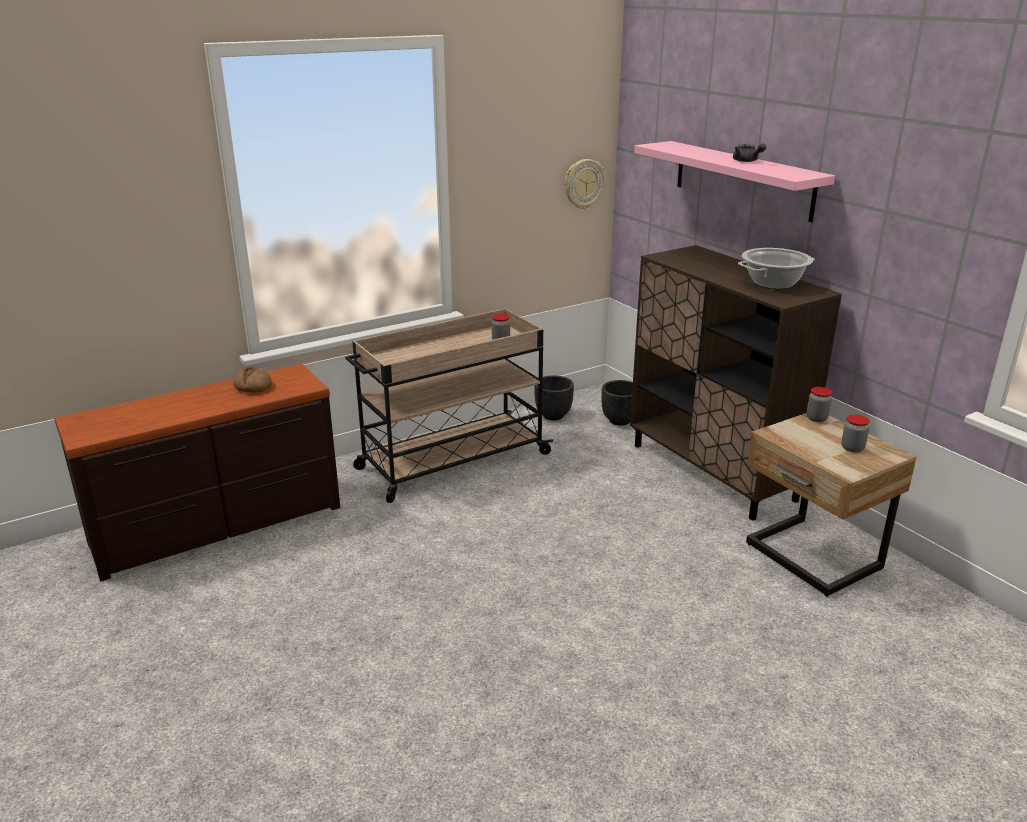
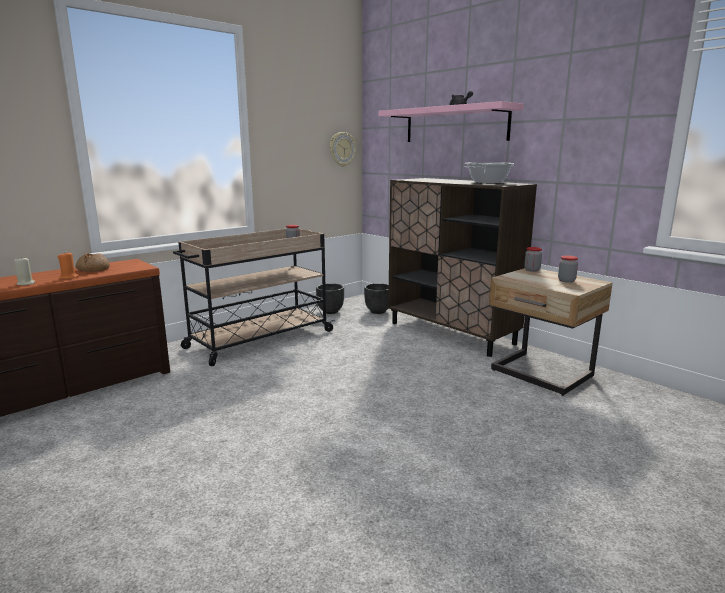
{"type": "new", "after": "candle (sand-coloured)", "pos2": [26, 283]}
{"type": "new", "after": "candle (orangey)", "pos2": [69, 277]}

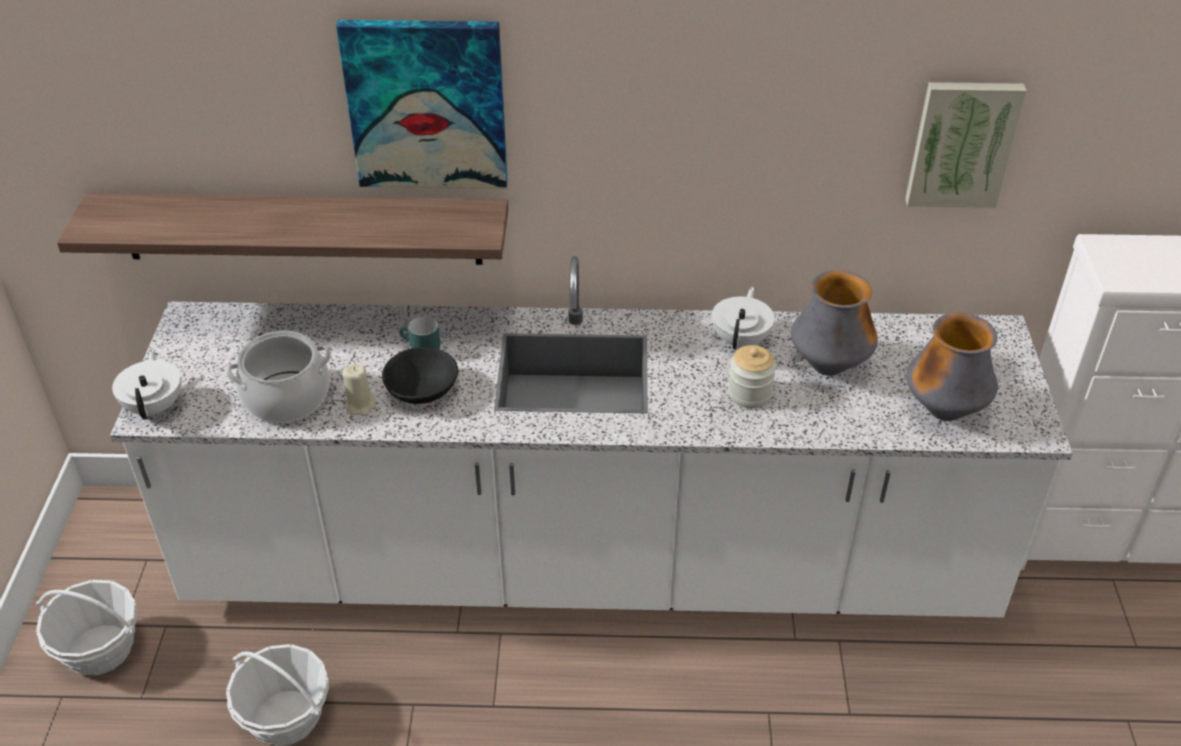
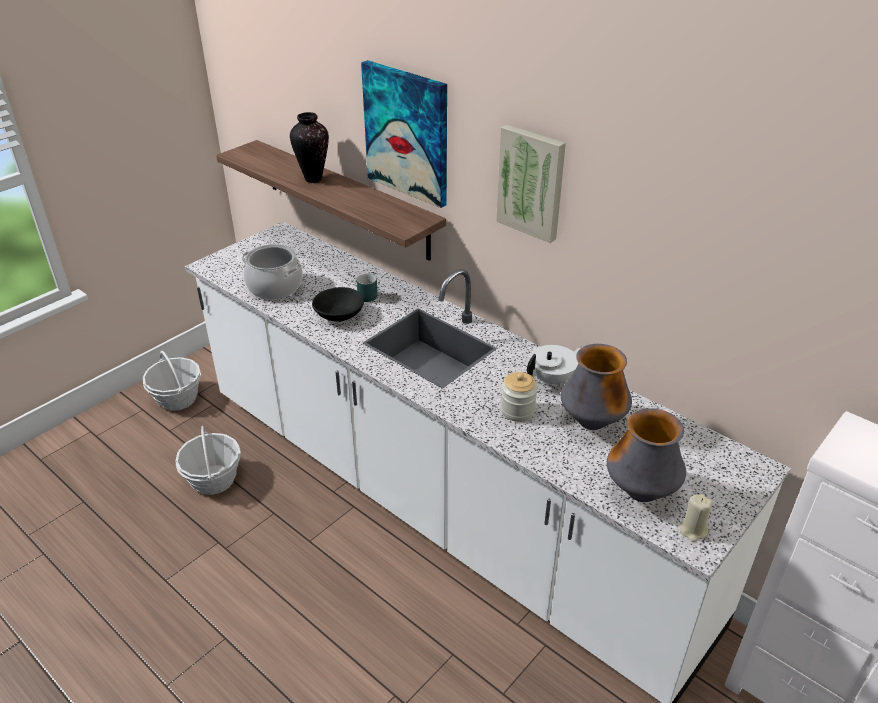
{"type": "gone", "before": "teapot (white-coloured)", "pos1": [155, 406]}
{"type": "shifted", "before": "candle (sand-coloured)", "pos1": [360, 405], "pos2": [693, 530]}
{"type": "shifted", "before": "picture", "pos1": [962, 143], "pos2": [532, 182]}
{"type": "new", "after": "decorative vase", "pos2": [313, 178]}

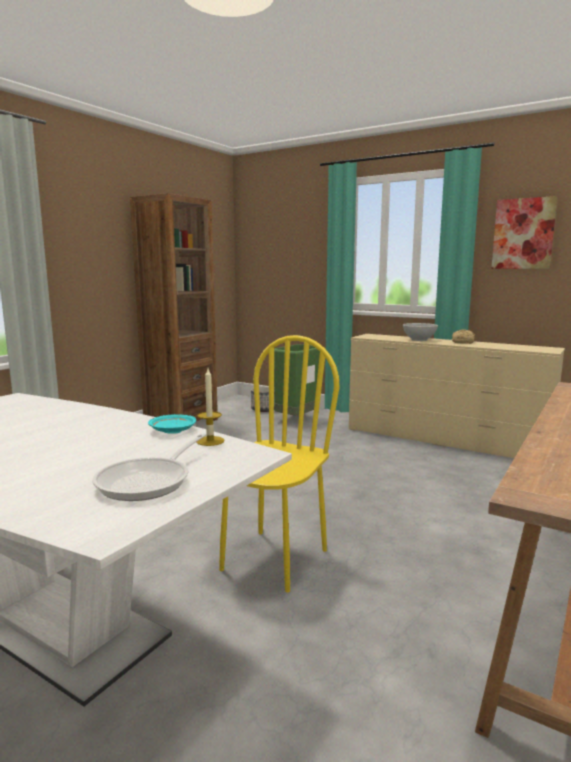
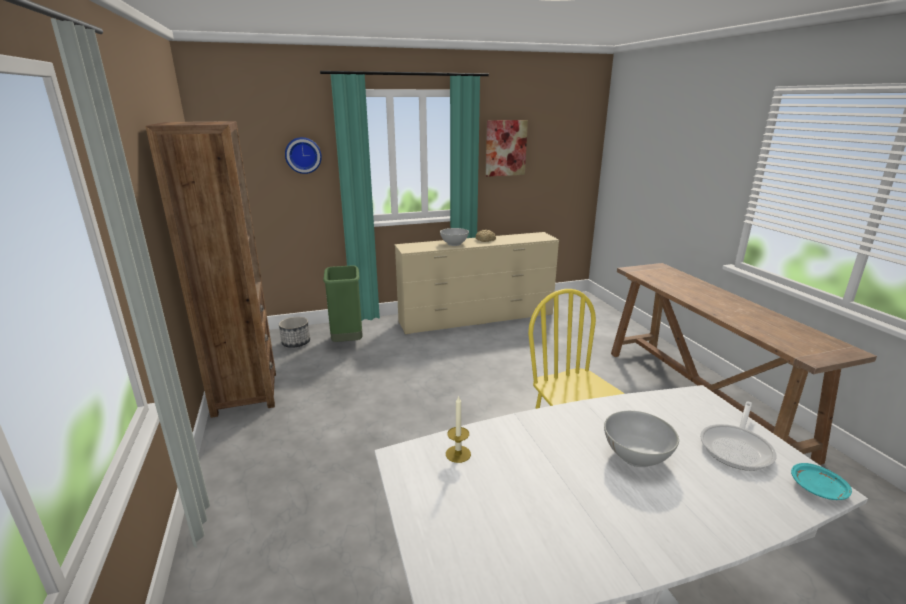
{"type": "rotated", "before": "pan", "pos1": [149, 481], "pos2": [737, 447], "turn": 60}
{"type": "shifted", "before": "flat dish (turquoise)", "pos1": [172, 430], "pos2": [818, 489]}
{"type": "shifted", "before": "candle", "pos1": [210, 441], "pos2": [458, 454]}
{"type": "new", "after": "hanging clock", "pos2": [303, 155]}
{"type": "new", "after": "serving bowl (white-coloured)", "pos2": [636, 456]}

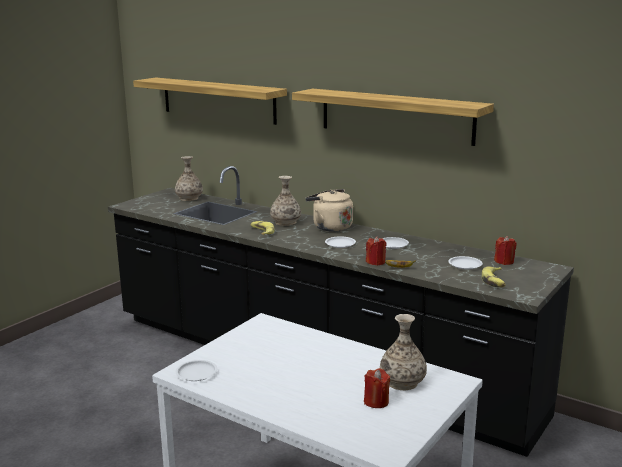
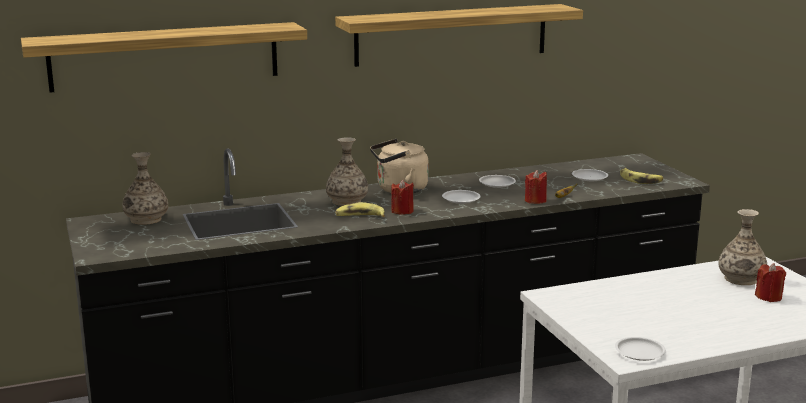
{"type": "shifted", "before": "candle (red)", "pos1": [504, 261], "pos2": [402, 211]}

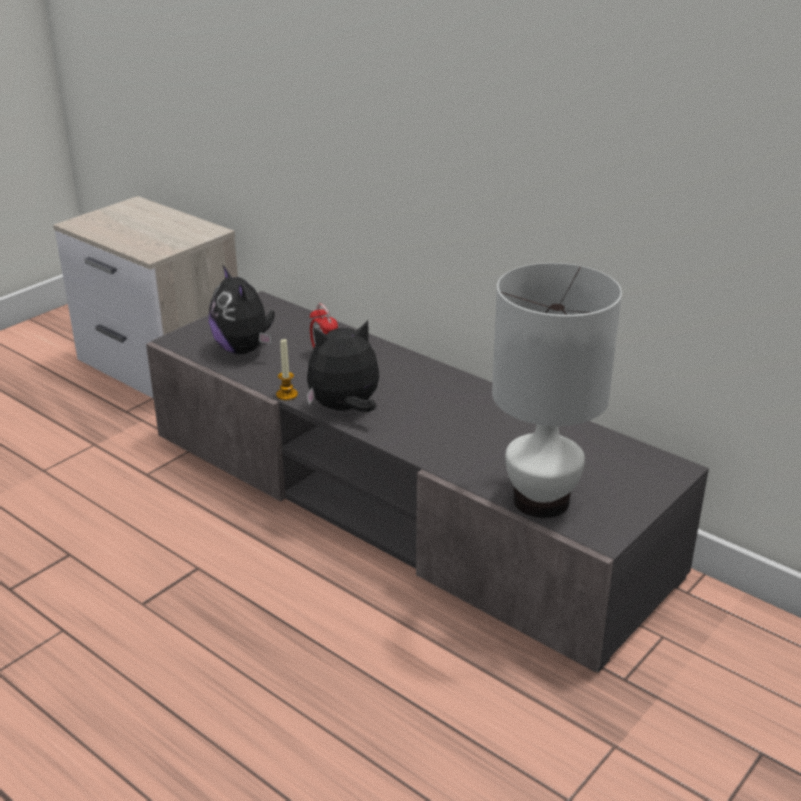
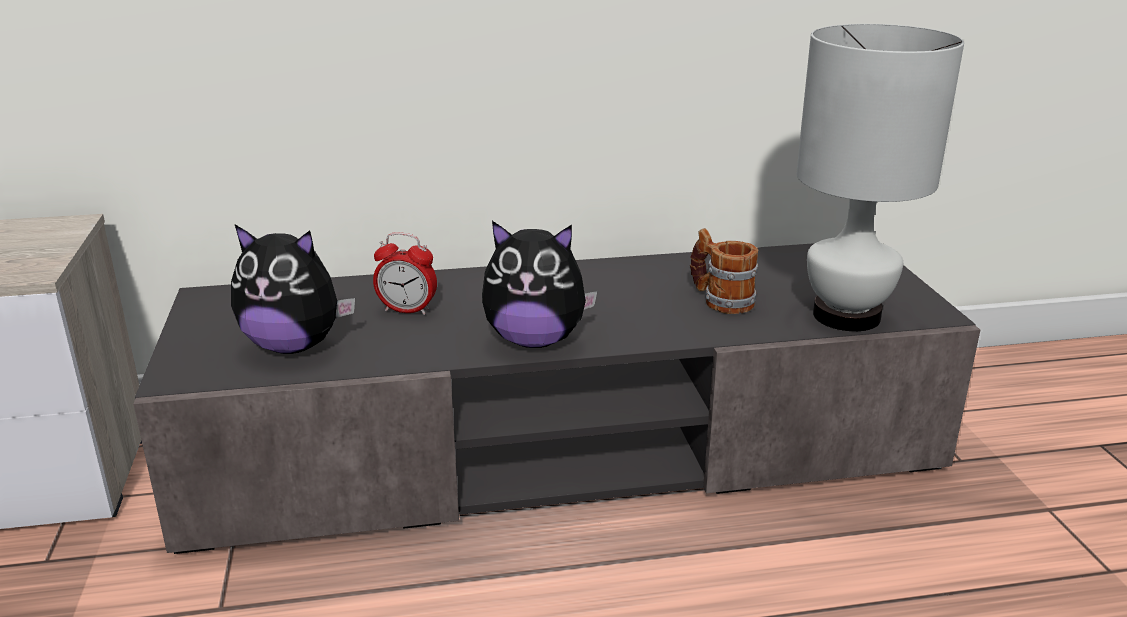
{"type": "gone", "before": "candle", "pos1": [287, 395]}
{"type": "rotated", "before": "plush toy", "pos1": [345, 409], "pos2": [535, 340], "turn": -105}
{"type": "new", "after": "coffee mug", "pos2": [720, 300]}

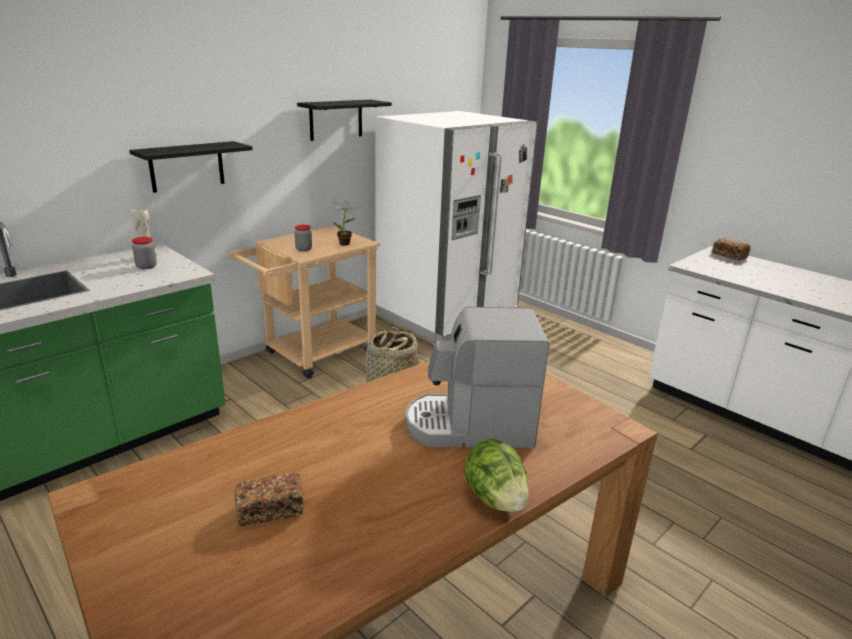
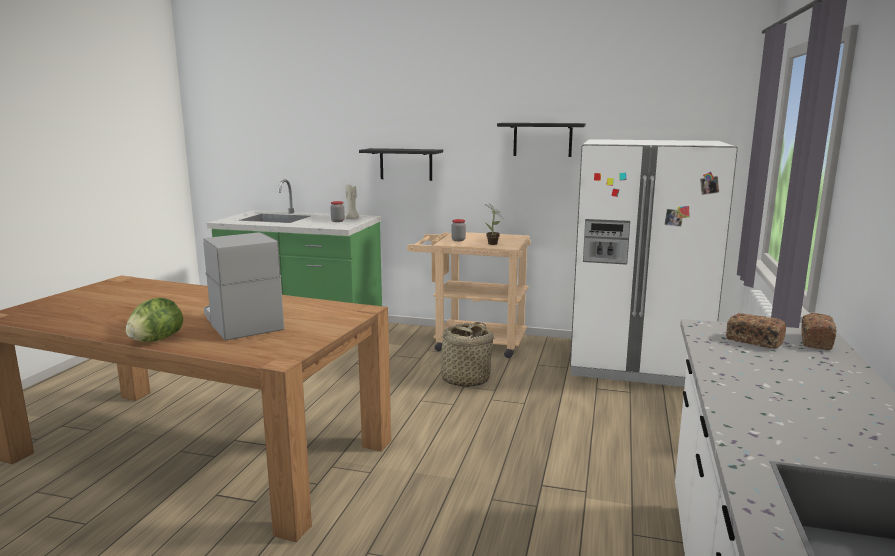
{"type": "shifted", "before": "bakery bread", "pos1": [270, 510], "pos2": [754, 341]}

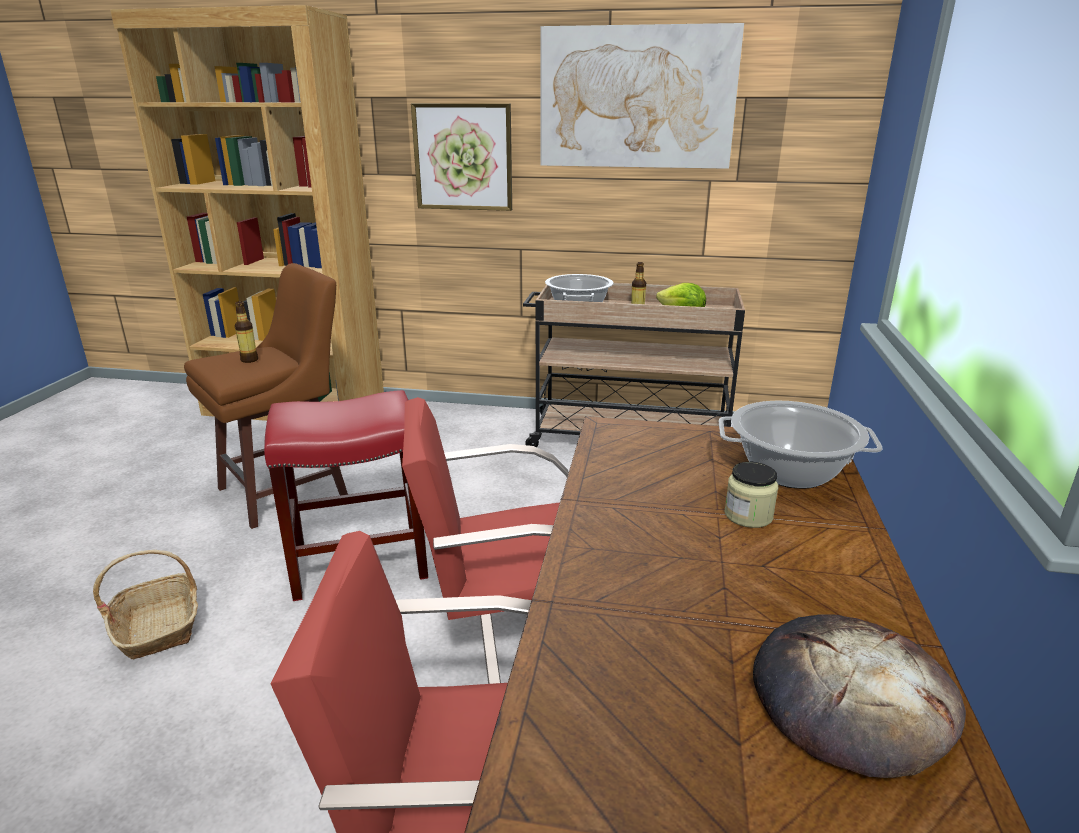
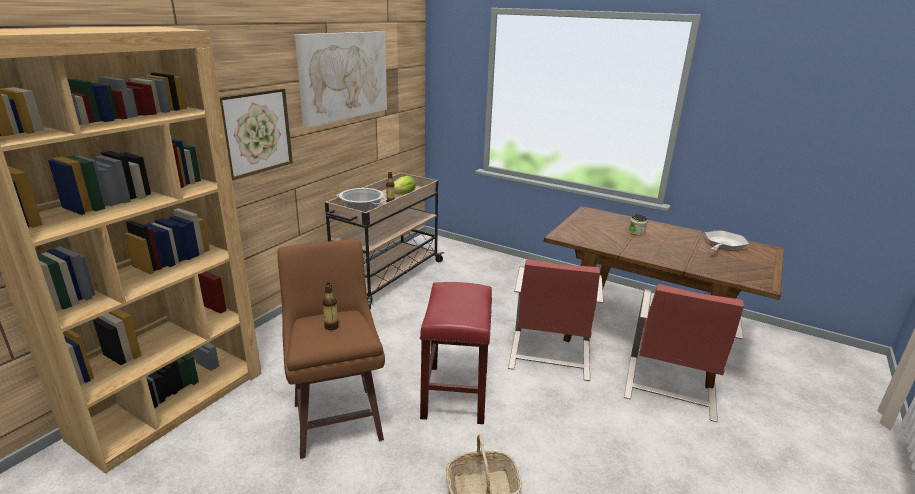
{"type": "gone", "before": "saucepot", "pos1": [790, 472]}
{"type": "swapped", "before": "bakery bread", "after": "pan", "pos1": [850, 698], "pos2": [723, 245]}

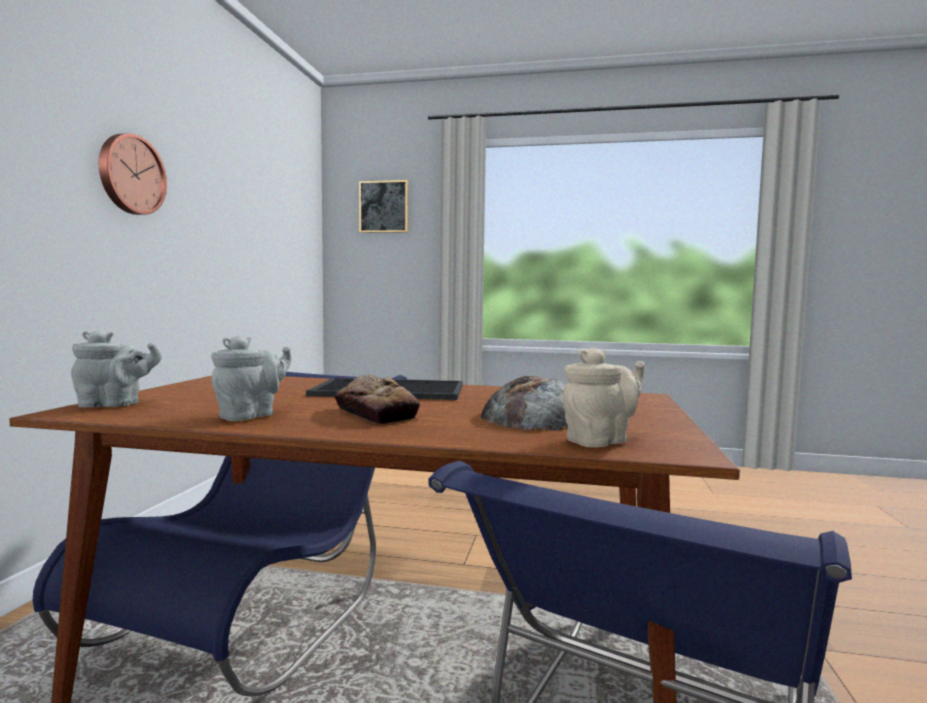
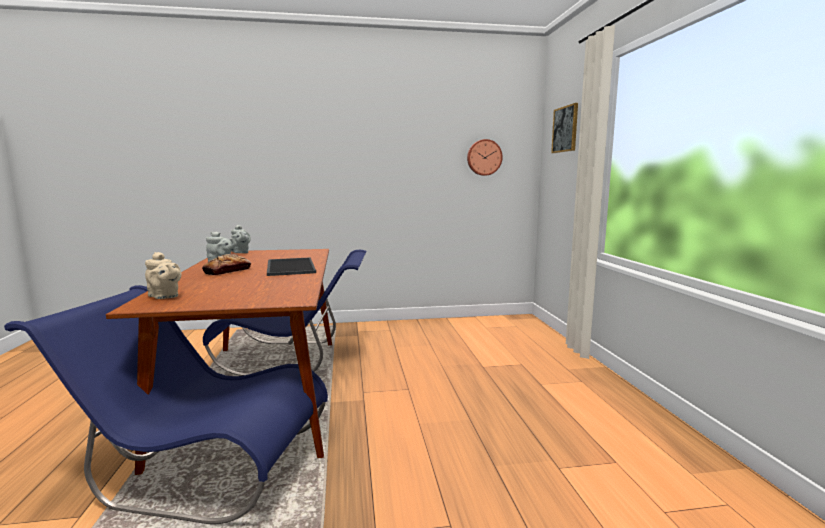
{"type": "shifted", "before": "hanging clock", "pos1": [130, 175], "pos2": [484, 157]}
{"type": "gone", "before": "bakery bread", "pos1": [535, 415]}

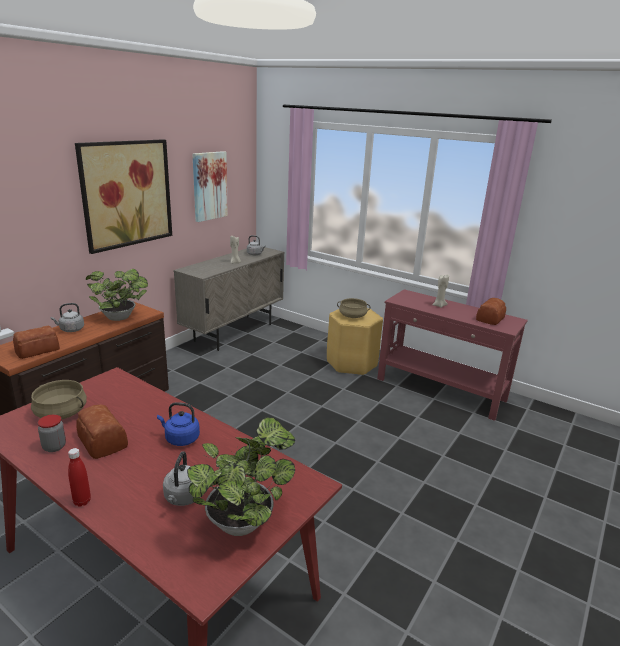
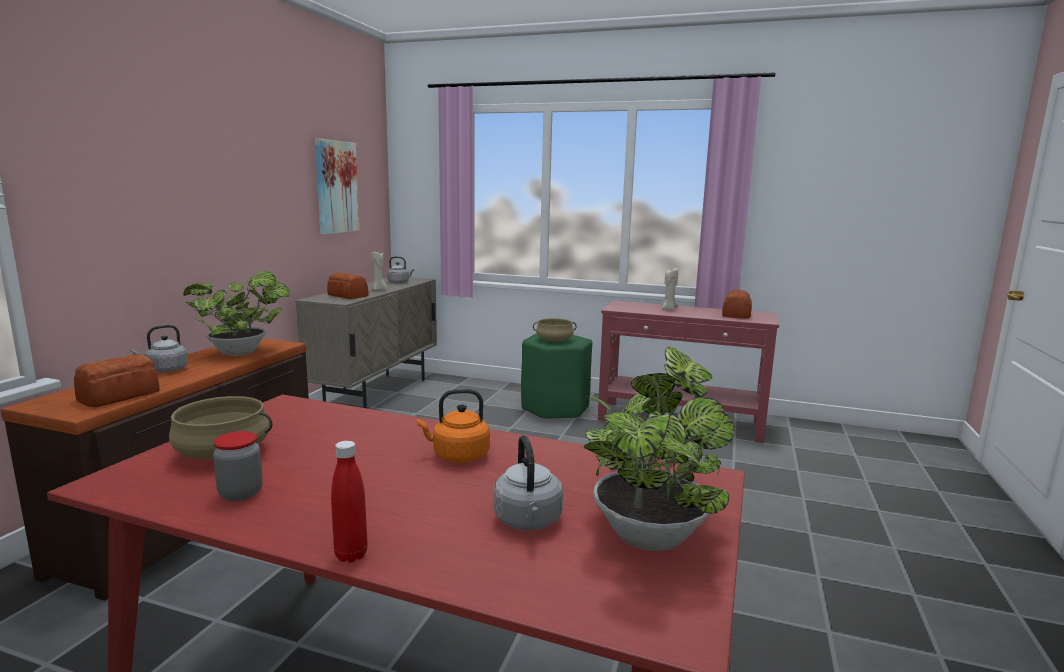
{"type": "gone", "before": "picture", "pos1": [127, 194]}
{"type": "shifted", "before": "bakery bread", "pos1": [102, 442], "pos2": [348, 296]}
{"type": "repainted", "before": "water kettle (bluish)", "after": "water kettle (orangey)", "pos1": [180, 439], "pos2": [457, 456]}
{"type": "repainted", "before": "stool seat (yellow)", "after": "stool seat (green-coloured)", "pos1": [352, 363], "pos2": [555, 408]}

